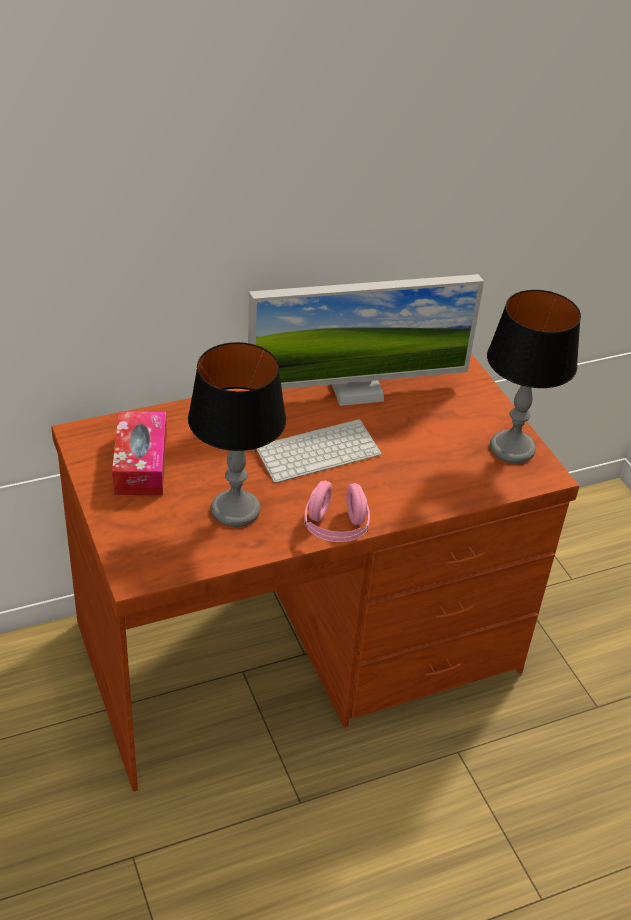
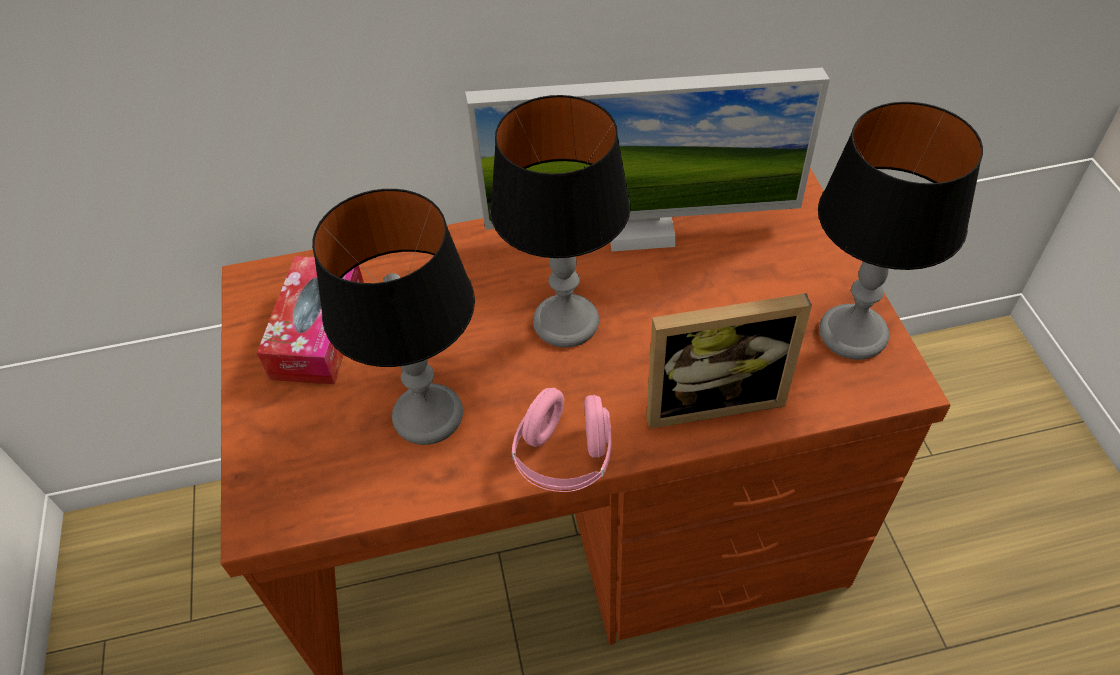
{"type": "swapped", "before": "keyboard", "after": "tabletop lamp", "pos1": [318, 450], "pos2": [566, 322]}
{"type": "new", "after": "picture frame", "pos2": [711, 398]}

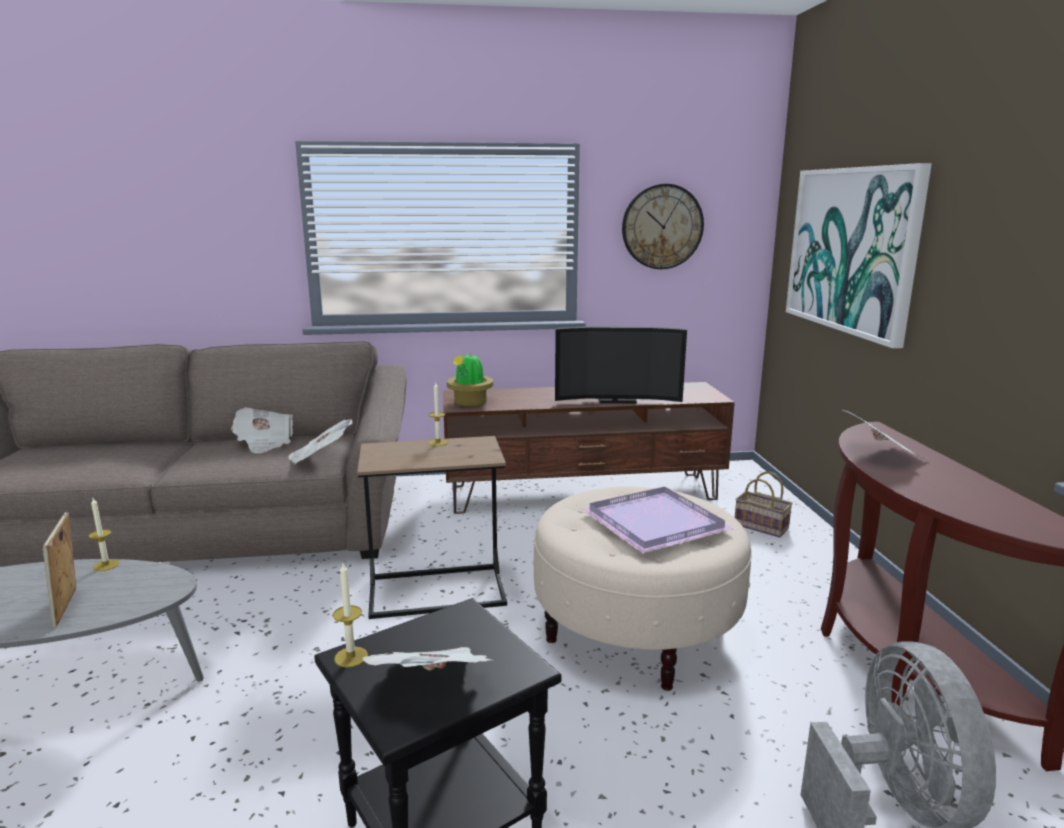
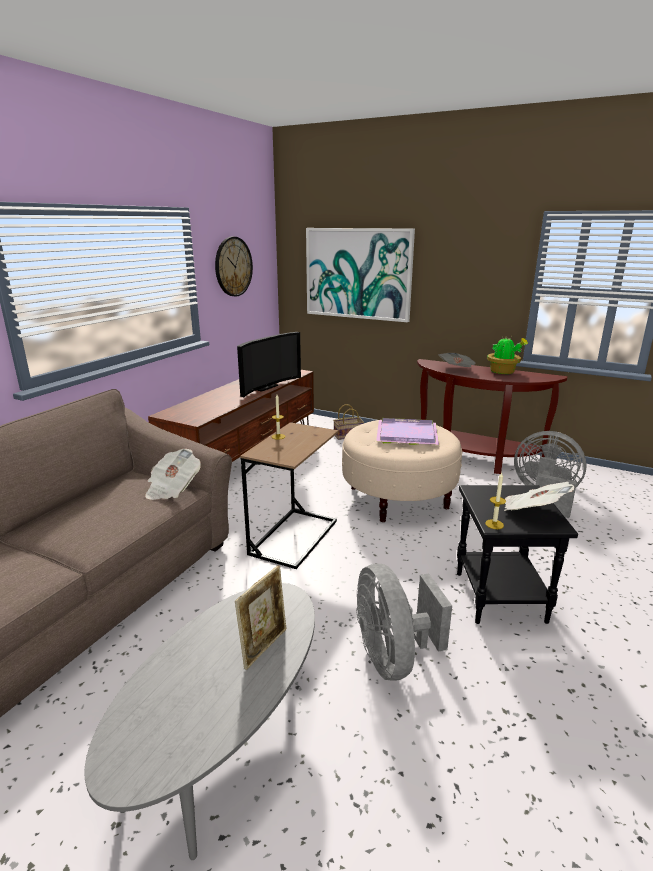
{"type": "rotated", "before": "picture frame", "pos1": [68, 608], "pos2": [264, 646], "turn": -75}
{"type": "gone", "before": "candle", "pos1": [106, 565]}
{"type": "gone", "before": "daily paper", "pos1": [264, 443]}
{"type": "shifted", "before": "potted plant", "pos1": [469, 403], "pos2": [503, 372]}
{"type": "new", "after": "fan (greyish)", "pos2": [393, 656]}

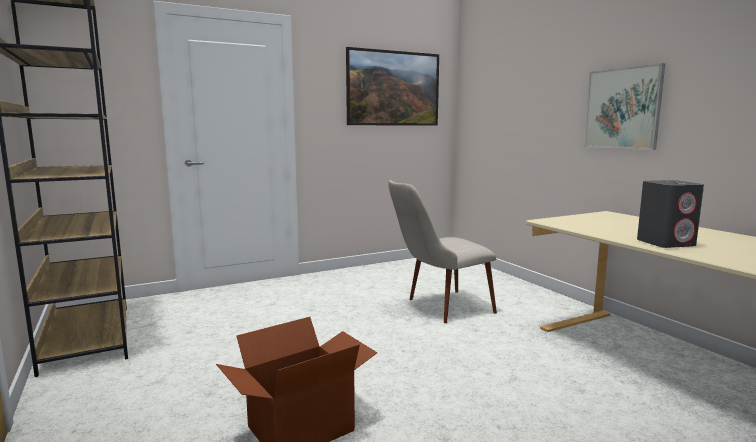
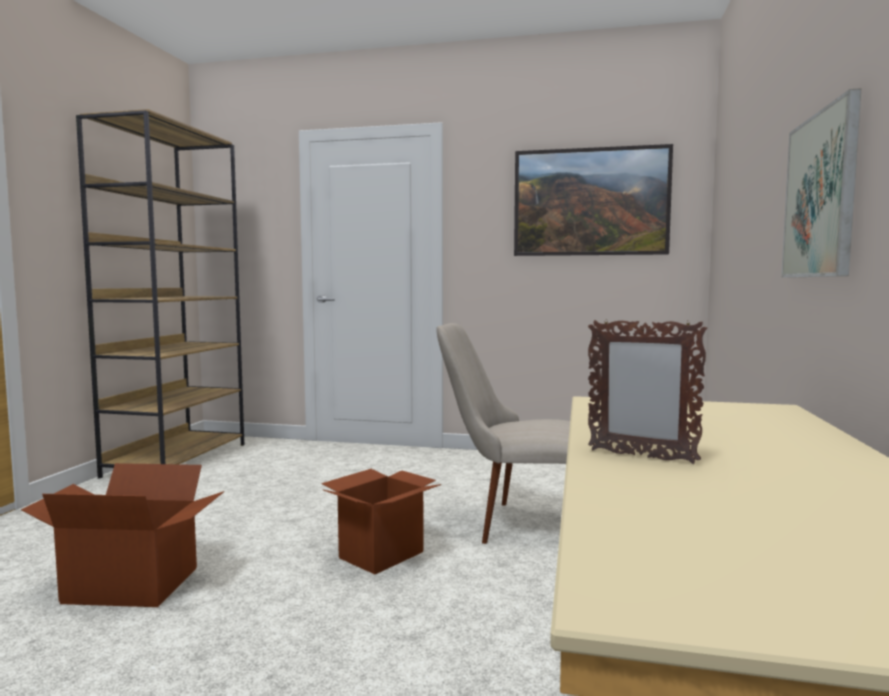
{"type": "swapped", "before": "speaker (greyish)", "after": "picture frame", "pos1": [666, 243], "pos2": [640, 456]}
{"type": "new", "after": "carton", "pos2": [381, 554]}

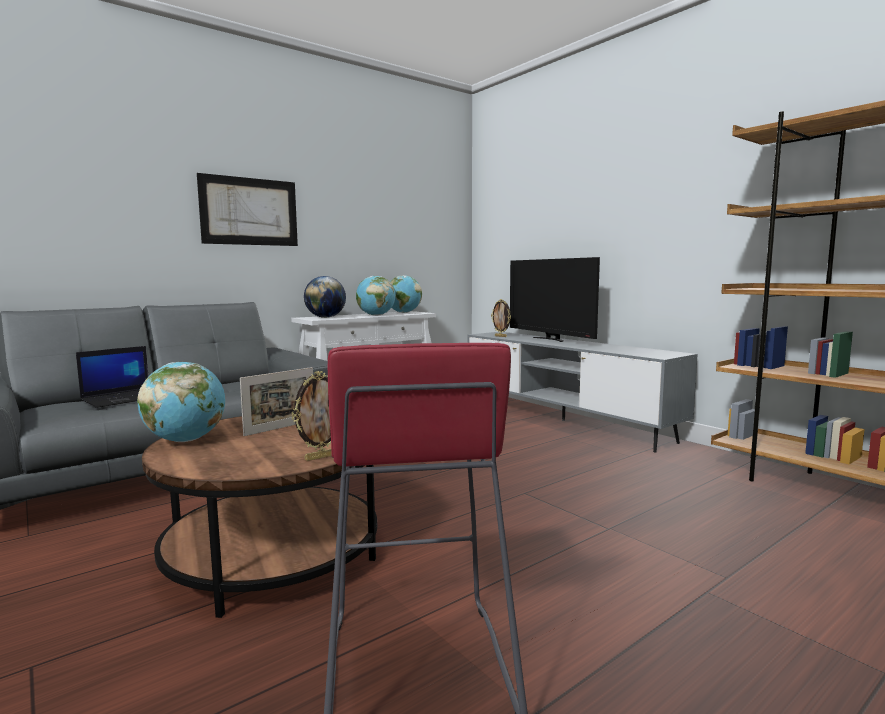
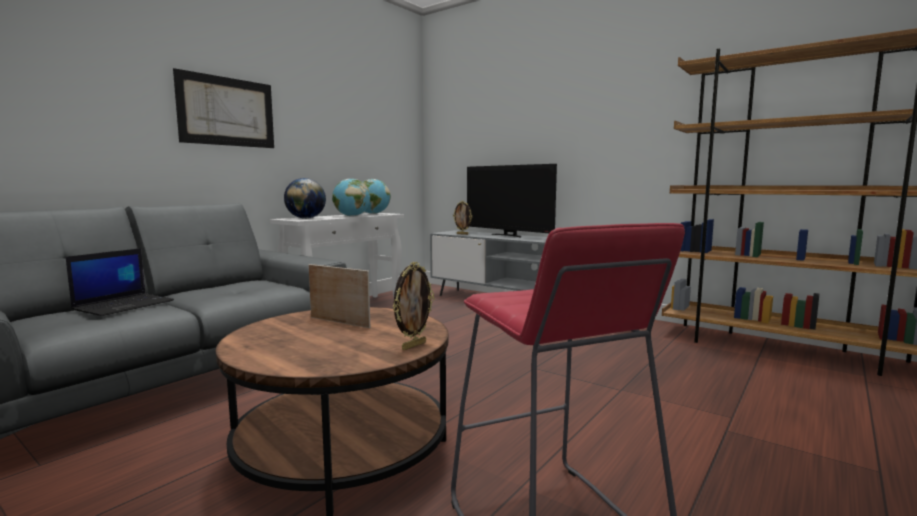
{"type": "gone", "before": "world globe", "pos1": [186, 440]}
{"type": "rotated", "before": "picture frame", "pos1": [281, 427], "pos2": [339, 322], "turn": -90}

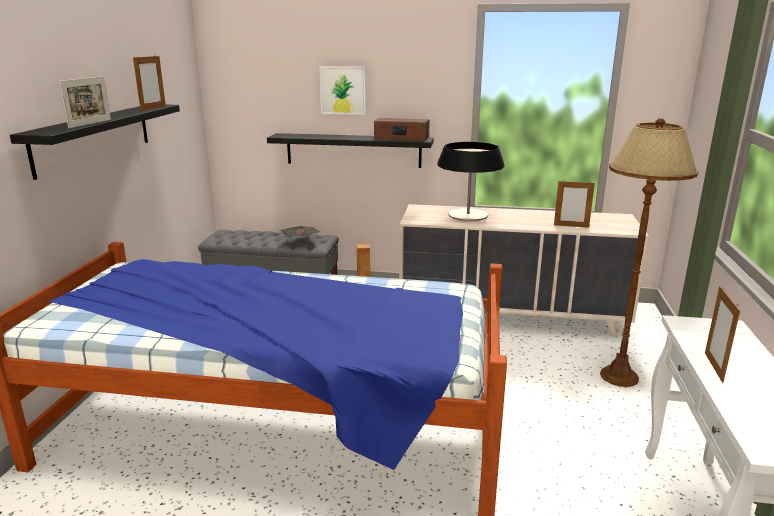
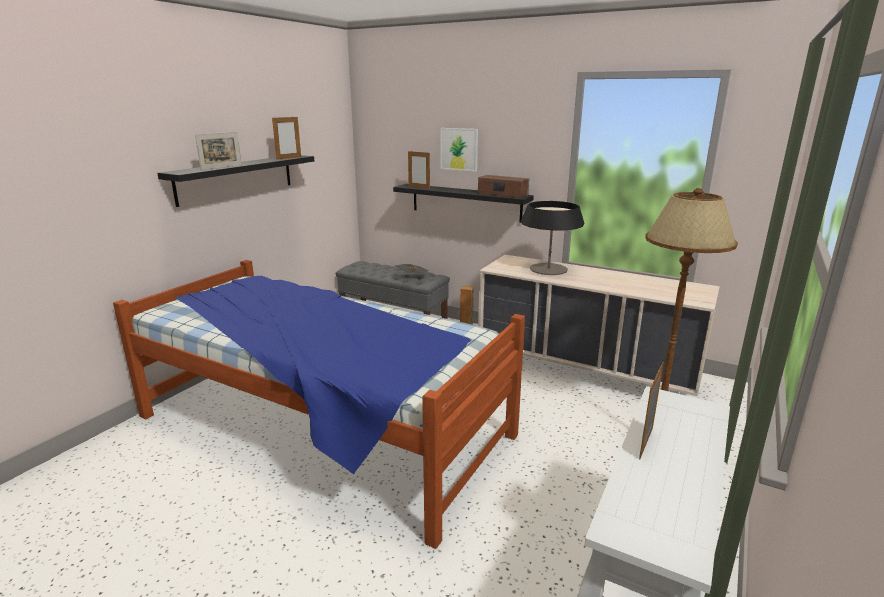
{"type": "shifted", "before": "picture frame", "pos1": [571, 226], "pos2": [419, 187]}

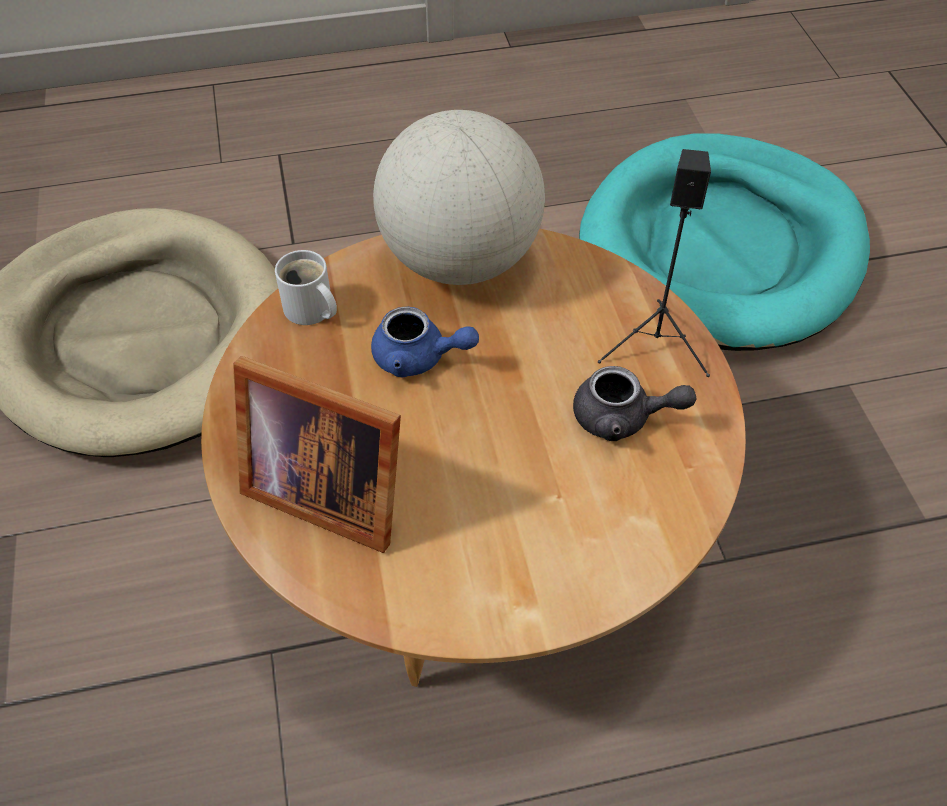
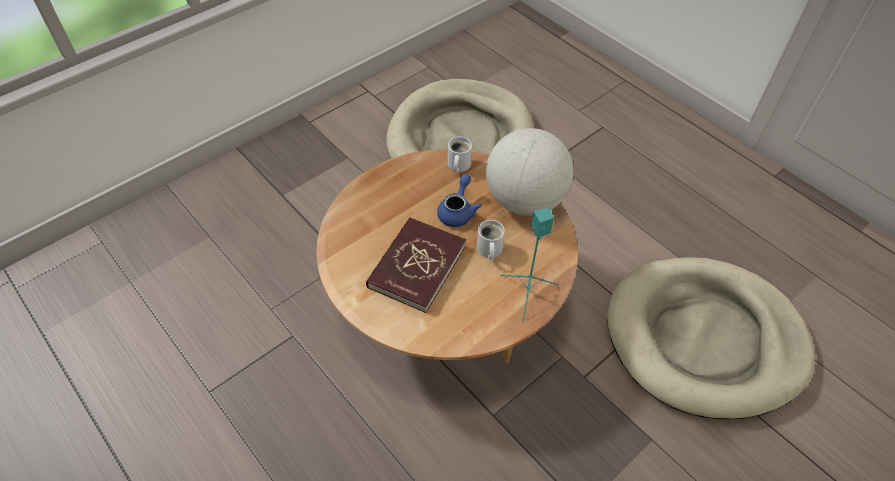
{"type": "gone", "before": "picture frame", "pos1": [325, 489]}
{"type": "rotated", "before": "teapot (bluish)", "pos1": [418, 358], "pos2": [457, 211], "turn": -150}
{"type": "gone", "before": "teapot (greyish)", "pos1": [622, 418]}
{"type": "repainted", "before": "dog bed (turquoise)", "after": "dog bed (sand-coloured)", "pos1": [721, 249], "pos2": [704, 339]}
{"type": "repainted", "before": "speaker (black-coloured)", "after": "speaker (turquoise)", "pos1": [656, 345], "pos2": [527, 294]}
{"type": "new", "after": "bound book (red)", "pos2": [416, 266]}
{"type": "new", "after": "coffee mug (white-coloured)", "pos2": [488, 250]}

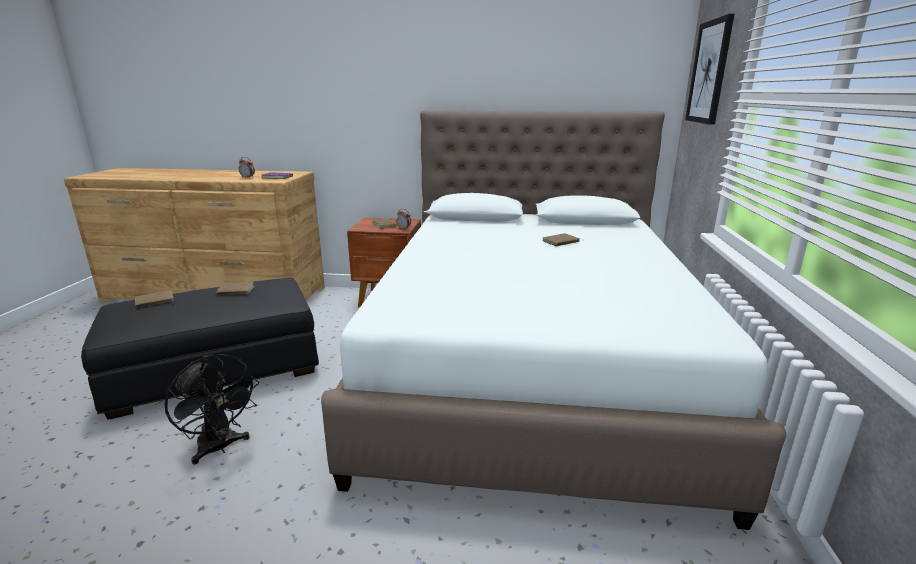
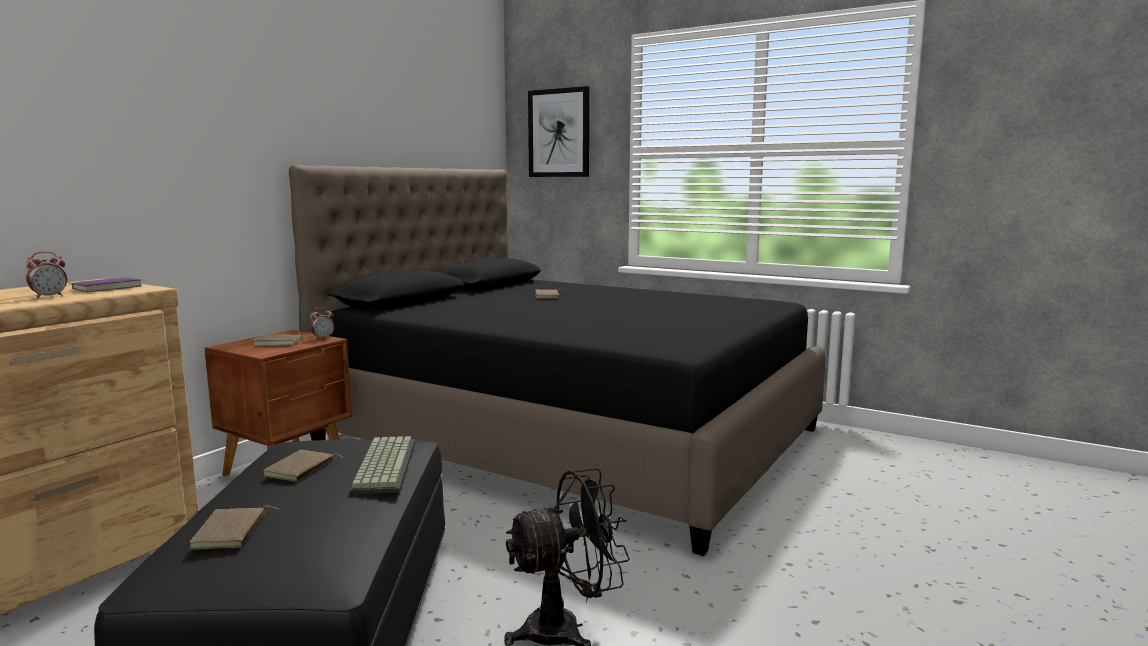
{"type": "repainted", "before": "bed (white-coloured)", "after": "bed (black-coloured)", "pos1": [531, 368], "pos2": [570, 436]}
{"type": "new", "after": "keyboard", "pos2": [383, 465]}

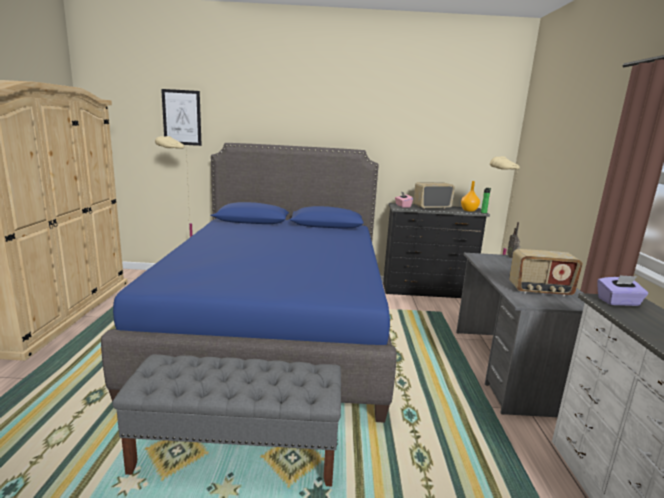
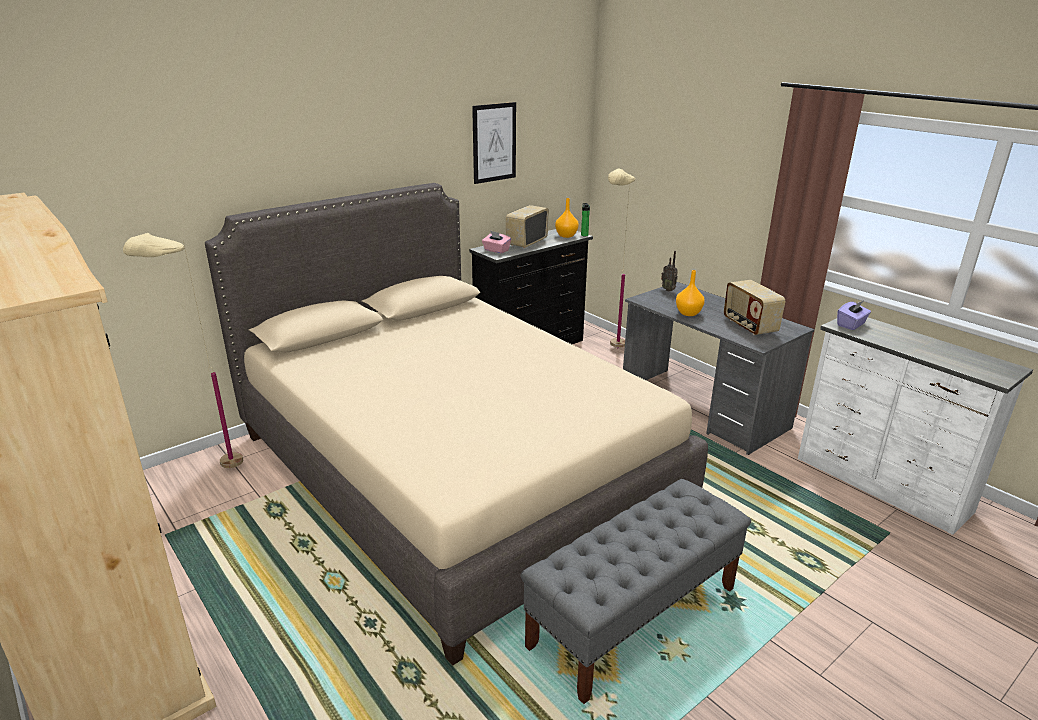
{"type": "repainted", "before": "bed (bluish)", "after": "bed (sand-coloured)", "pos1": [276, 326], "pos2": [452, 473]}
{"type": "shifted", "before": "picture", "pos1": [182, 117], "pos2": [494, 143]}
{"type": "rotated", "before": "radio receiver", "pos1": [540, 291], "pos2": [749, 326], "turn": 105}
{"type": "new", "after": "decorative vase (orangey)", "pos2": [687, 313]}

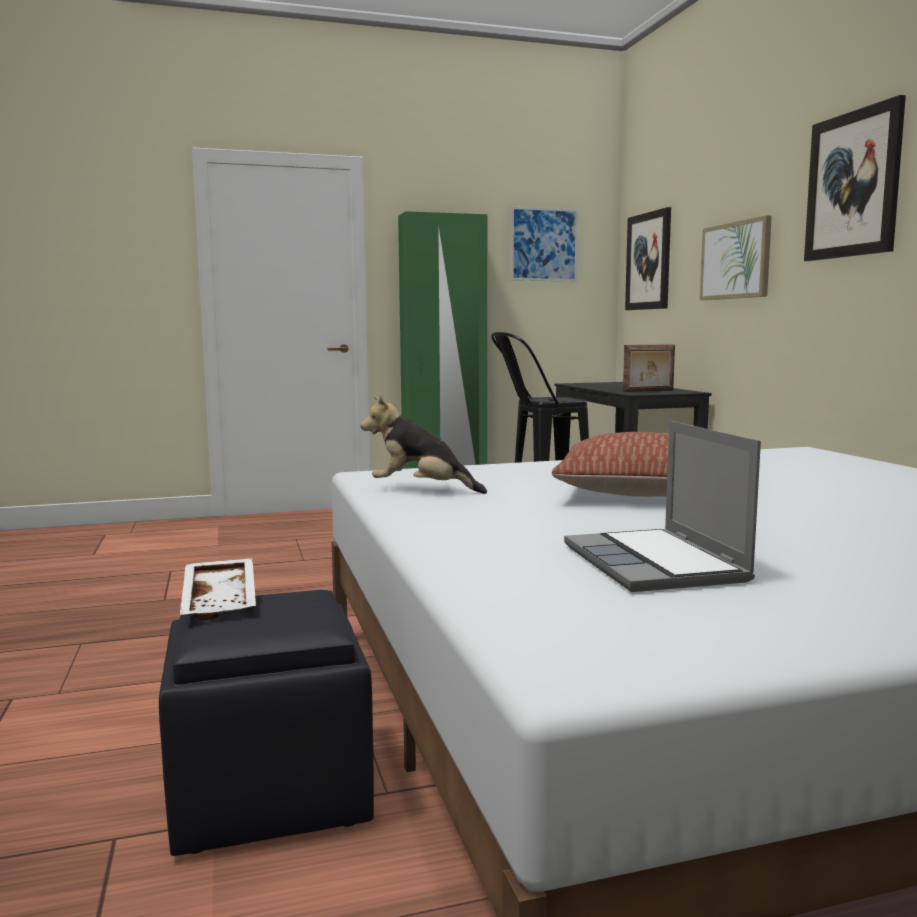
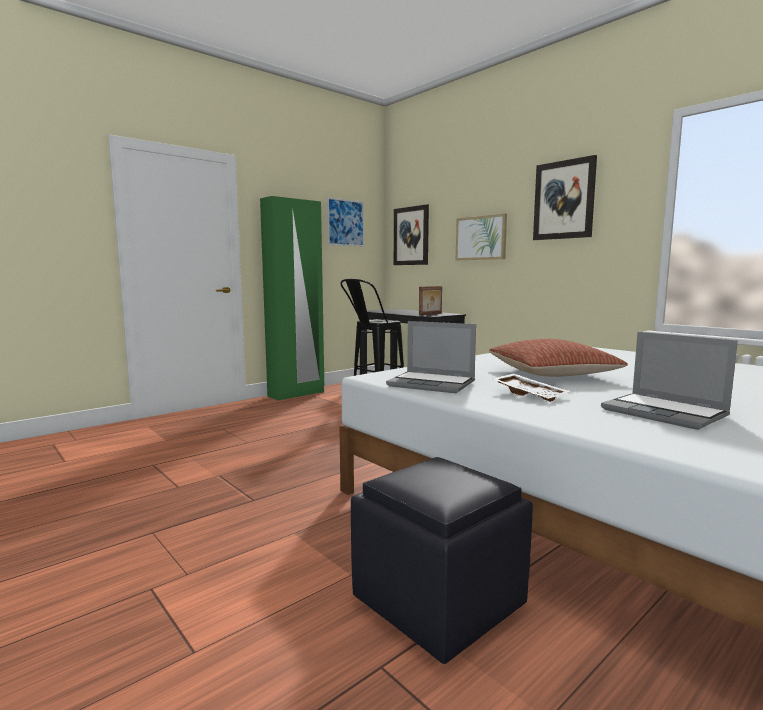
{"type": "shifted", "before": "serving tray (white-coloured)", "pos1": [222, 601], "pos2": [530, 394]}
{"type": "swapped", "before": "plush toy", "after": "portable computer", "pos1": [421, 490], "pos2": [433, 384]}

